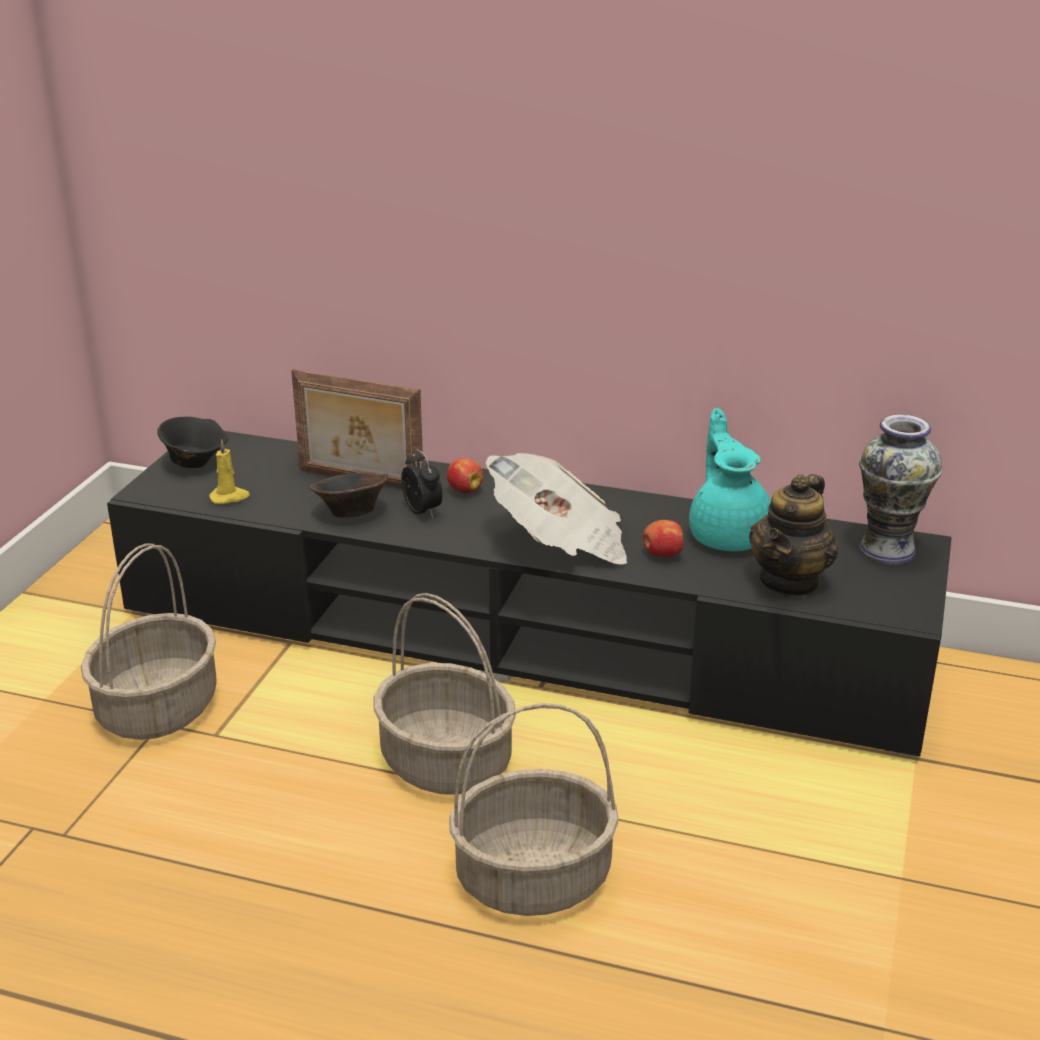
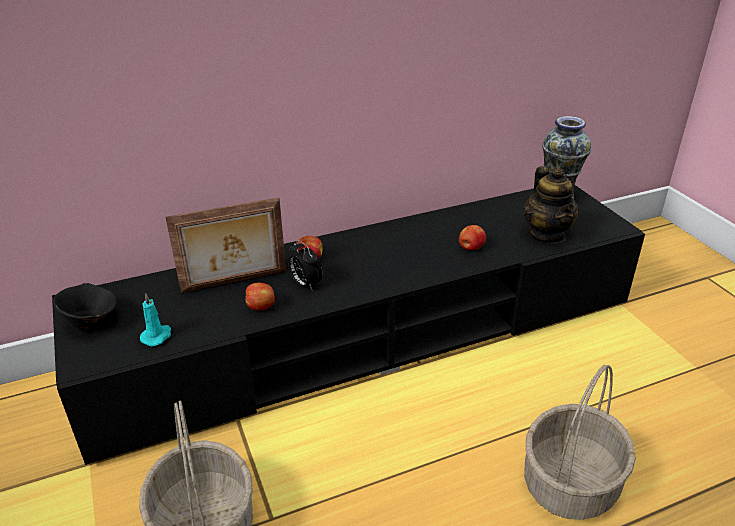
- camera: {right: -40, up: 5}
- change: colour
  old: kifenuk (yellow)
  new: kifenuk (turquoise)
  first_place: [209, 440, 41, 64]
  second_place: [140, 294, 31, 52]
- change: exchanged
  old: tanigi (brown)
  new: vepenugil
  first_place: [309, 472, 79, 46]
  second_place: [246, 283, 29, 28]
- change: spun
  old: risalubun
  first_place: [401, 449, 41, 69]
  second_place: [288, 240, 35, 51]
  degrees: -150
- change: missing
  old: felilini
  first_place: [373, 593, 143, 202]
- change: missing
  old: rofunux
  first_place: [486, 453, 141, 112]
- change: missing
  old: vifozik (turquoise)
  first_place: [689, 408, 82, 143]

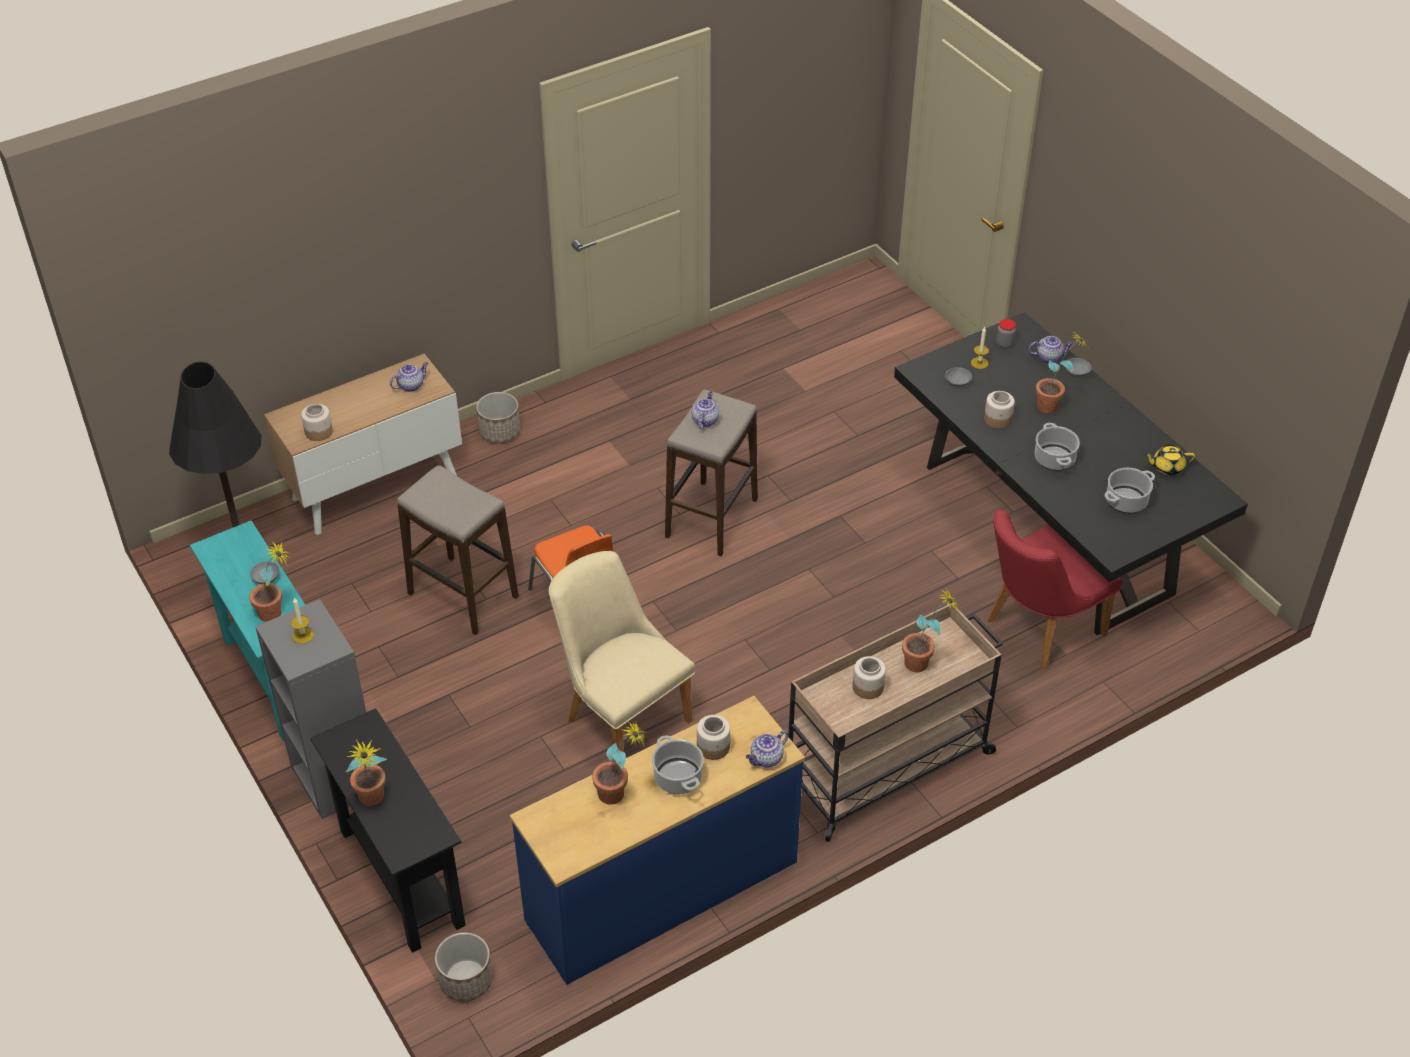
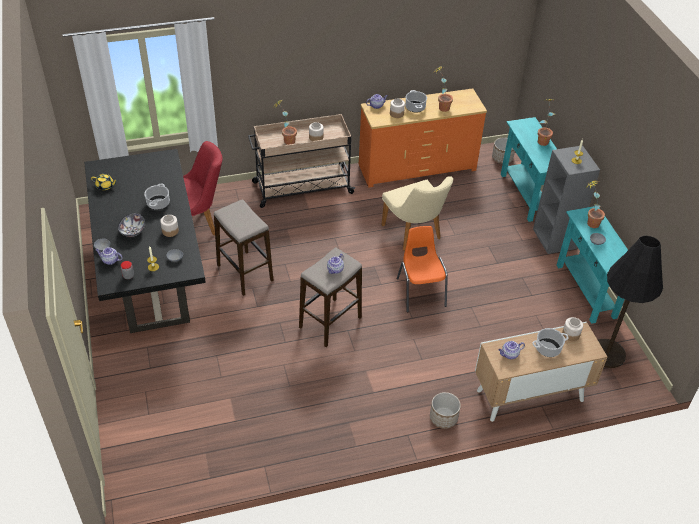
- camera: {right: -165, up: 0}
- change: exchanged
  old: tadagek
  new: tanigi
  first_place: [1036, 331, 52, 82]
  second_place: [118, 213, 27, 24]
- change: relocated
  old: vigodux
  first_place: [397, 465, 122, 170]
  second_place: [214, 199, 60, 97]
- change: colour
  old: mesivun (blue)
  new: mesivun (orange)
  first_place: [510, 696, 295, 289]
  second_place: [359, 88, 128, 100]
- change: colour
  old: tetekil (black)
  new: tetekil (turquoise)
  first_place: [310, 708, 156, 245]
  second_place: [501, 117, 56, 105]
- change: relocated
  old: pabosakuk
  first_place: [1105, 468, 50, 45]
  second_place: [532, 328, 37, 29]

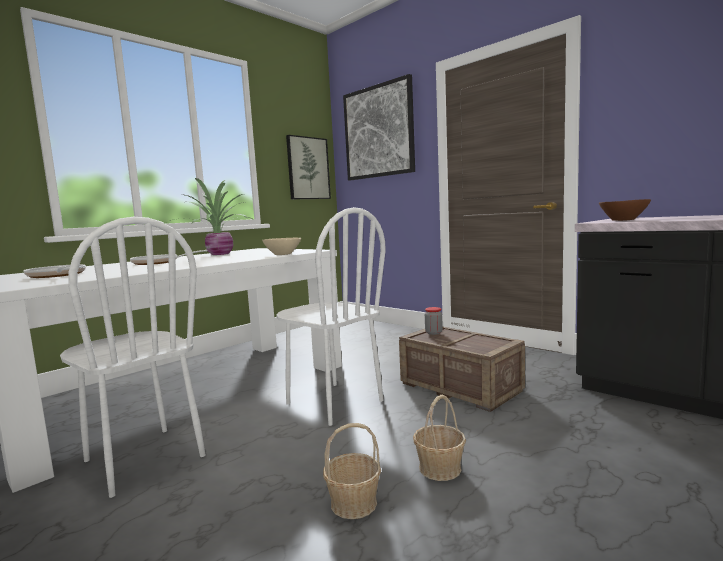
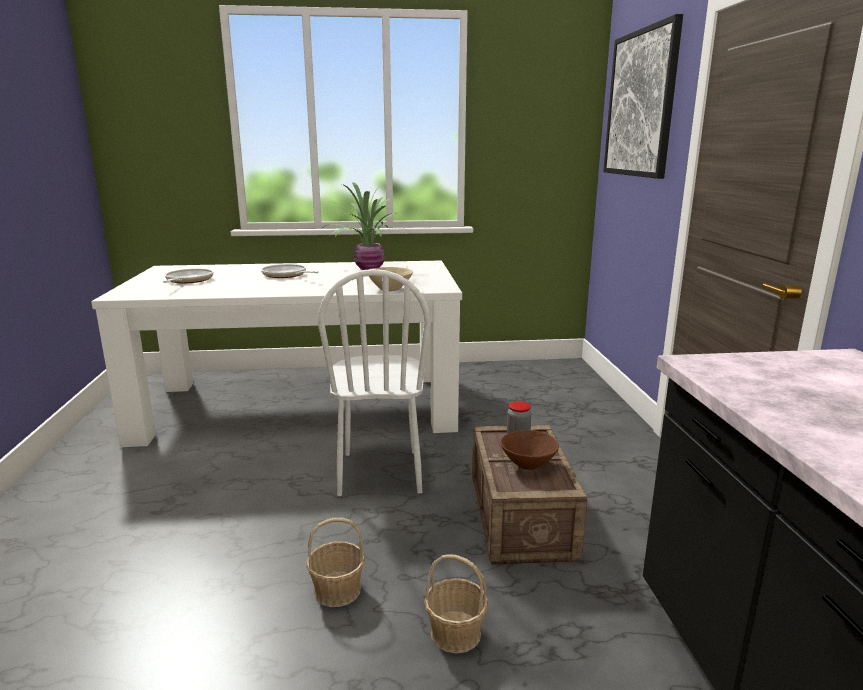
- camera: {right: 40, up: 10}
- change: relocated
  old: felilini
  first_place: [323, 423, 58, 96]
  second_place: [424, 554, 64, 100]
- change: relocated
  old: tanigi (brown)
  first_place: [599, 199, 52, 22]
  second_place: [500, 430, 59, 40]
- change: missing
  old: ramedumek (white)
  first_place: [60, 217, 146, 281]
- change: missing
  old: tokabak
  first_place: [286, 135, 45, 64]

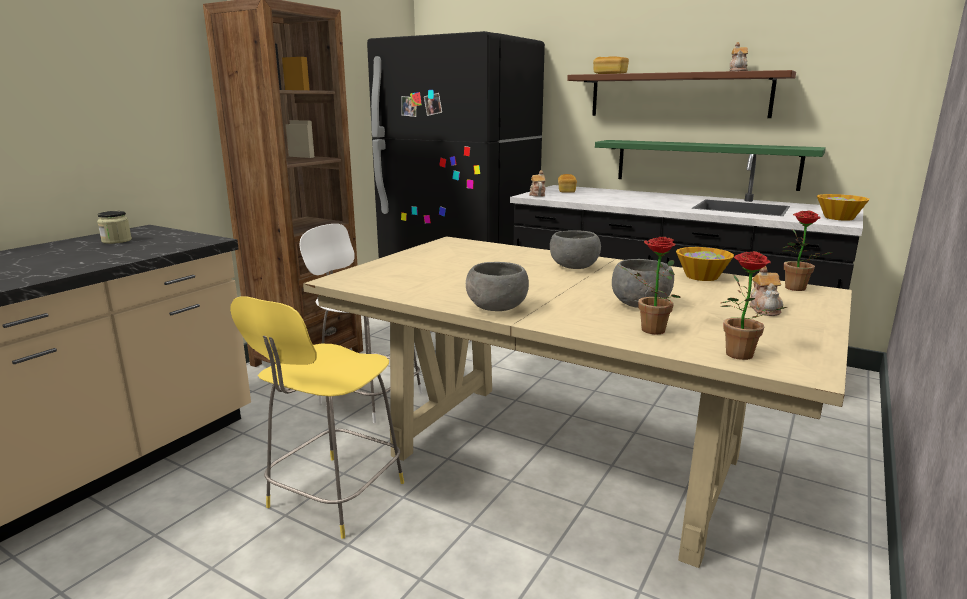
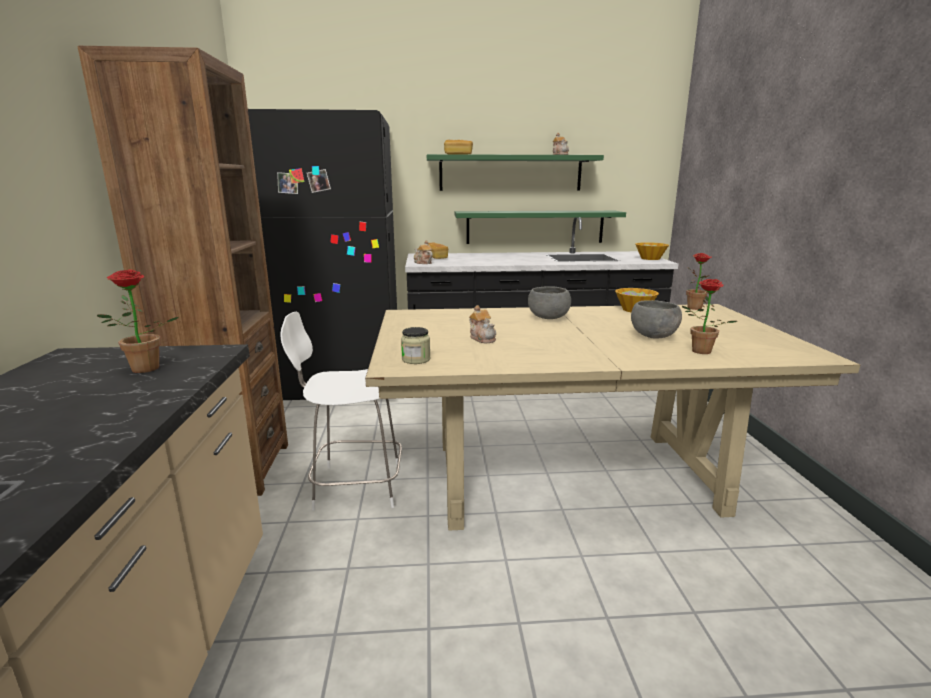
- camera: {right: -35, up: 0}
- change: relocated
  old: tadagek
  first_place: [720, 251, 67, 109]
  second_place: [97, 269, 82, 104]
- change: relocated
  old: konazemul
  first_place: [97, 211, 35, 33]
  second_place: [401, 327, 30, 37]
- change: colour
  old: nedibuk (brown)
  new: nedibuk (green)
  first_place: [567, 70, 229, 48]
  second_place: [427, 154, 177, 37]
- change: relocated
  old: vifozik
  first_place: [749, 266, 34, 50]
  second_place: [469, 305, 27, 38]
- change: missing
  old: vigodux (yellow)
  first_place: [230, 296, 174, 243]
- change: missing
  old: tanigi (grey)
  first_place: [466, 262, 63, 49]

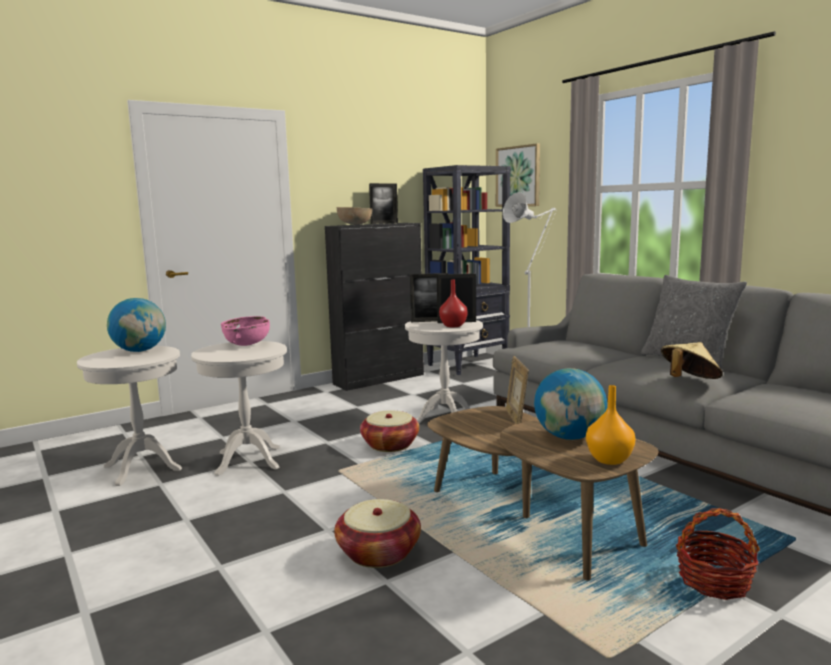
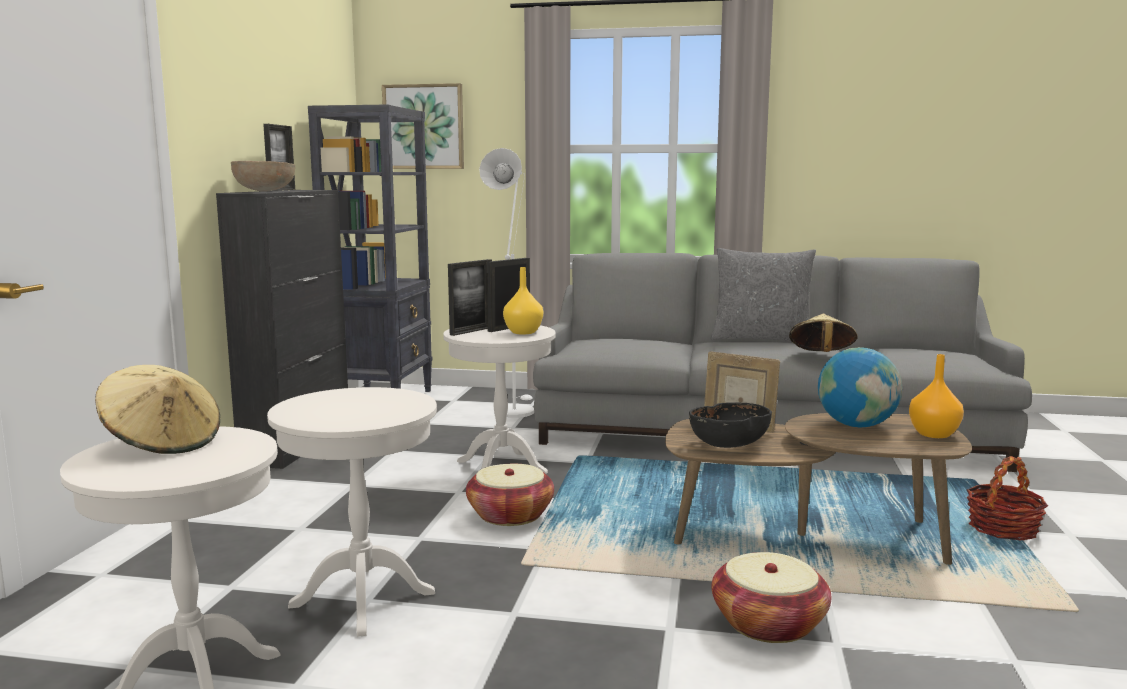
- camera: {right: -45, up: 0}
- change: exchanged
  old: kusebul
  new: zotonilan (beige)
  first_place: [107, 298, 59, 54]
  second_place: [95, 365, 125, 89]
- change: colour
  old: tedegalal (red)
  new: tedegalal (yellow)
  first_place: [439, 280, 29, 47]
  second_place: [503, 267, 40, 68]
- change: appeared
  new: tanigi (black)
  second_place: [689, 403, 83, 45]
- change: missing
  old: tanigi (pink)
  first_place: [221, 316, 49, 30]

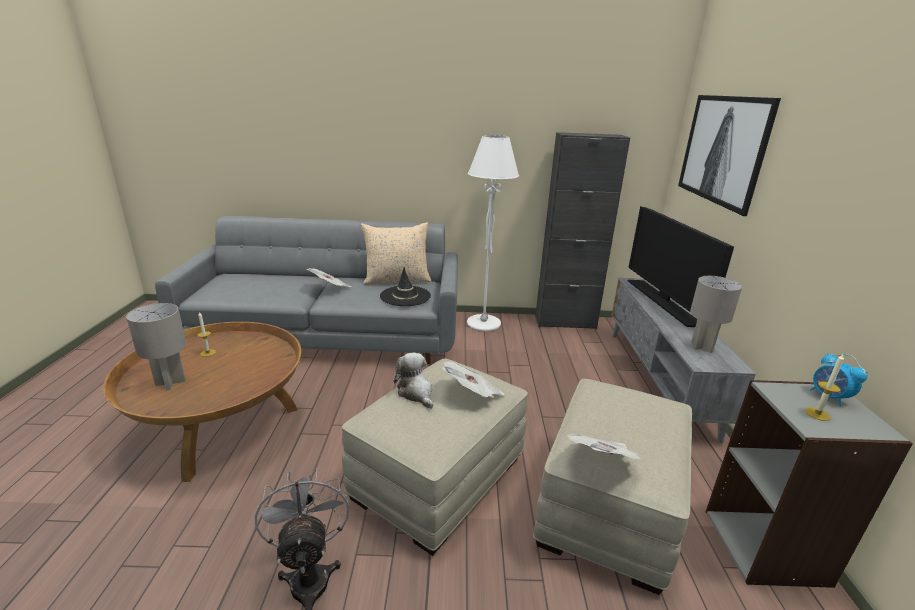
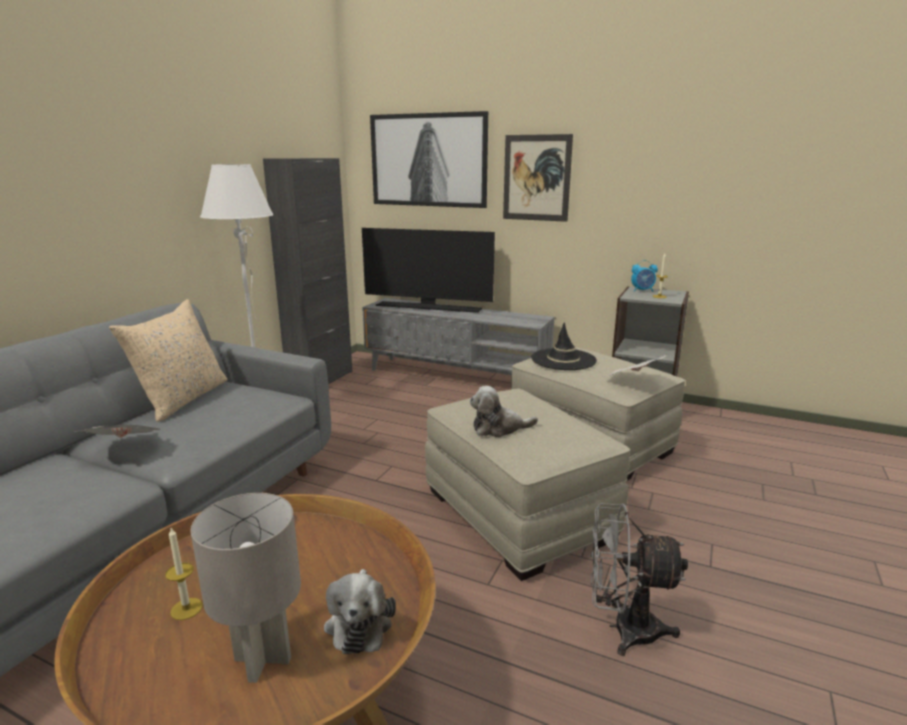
- camera: {right: -65, up: -5}
- change: appeared
  new: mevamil
  second_place: [324, 569, 72, 85]
- change: appeared
  new: tokabak
  second_place: [503, 134, 70, 88]
- change: relocated
  old: zotonilan (black)
  first_place: [380, 267, 51, 39]
  second_place: [531, 322, 66, 48]
- change: missing
  old: rofunux
  first_place: [441, 361, 64, 37]
- change: missing
  old: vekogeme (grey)
  first_place: [690, 276, 52, 77]

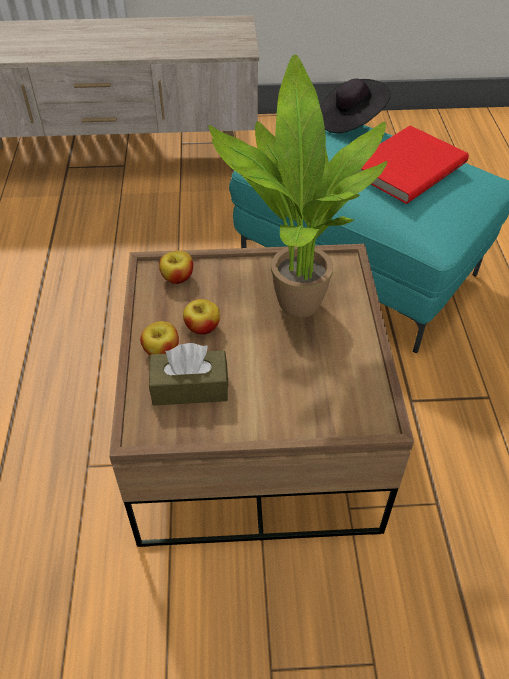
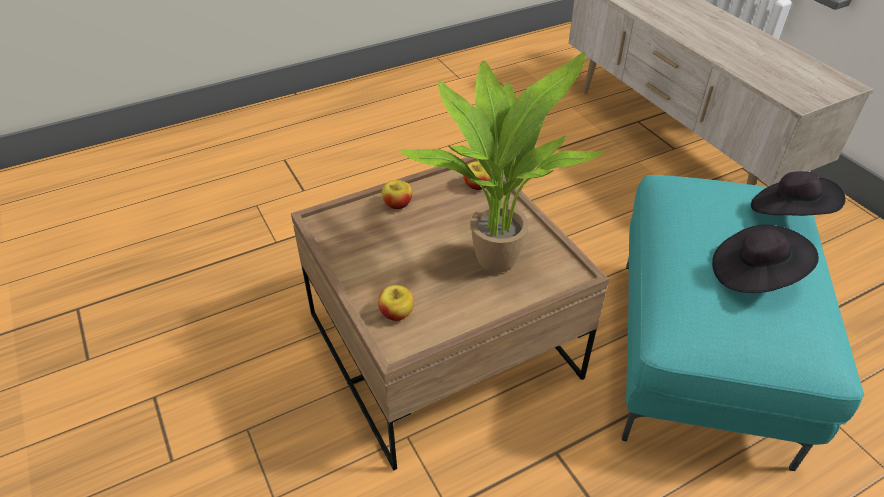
- camera: {right: 65, up: -5}
- change: relocated
  old: vepenugil
  first_place: [183, 299, 37, 36]
  second_place: [378, 285, 36, 36]
- change: exchanged
  old: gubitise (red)
  new: zotonilan (black)
  first_place: [359, 125, 110, 79]
  second_place: [712, 224, 107, 69]
- change: missing
  old: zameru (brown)
  first_place: [149, 343, 79, 63]

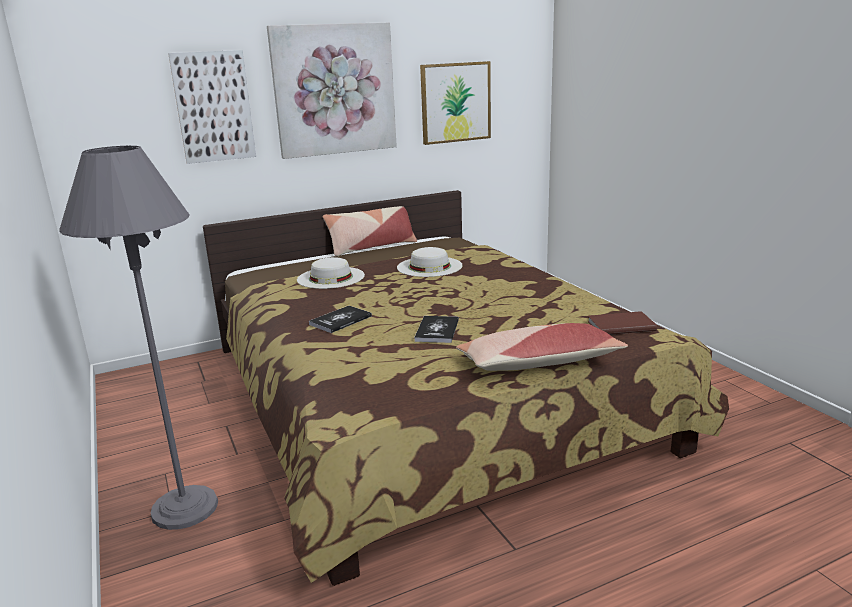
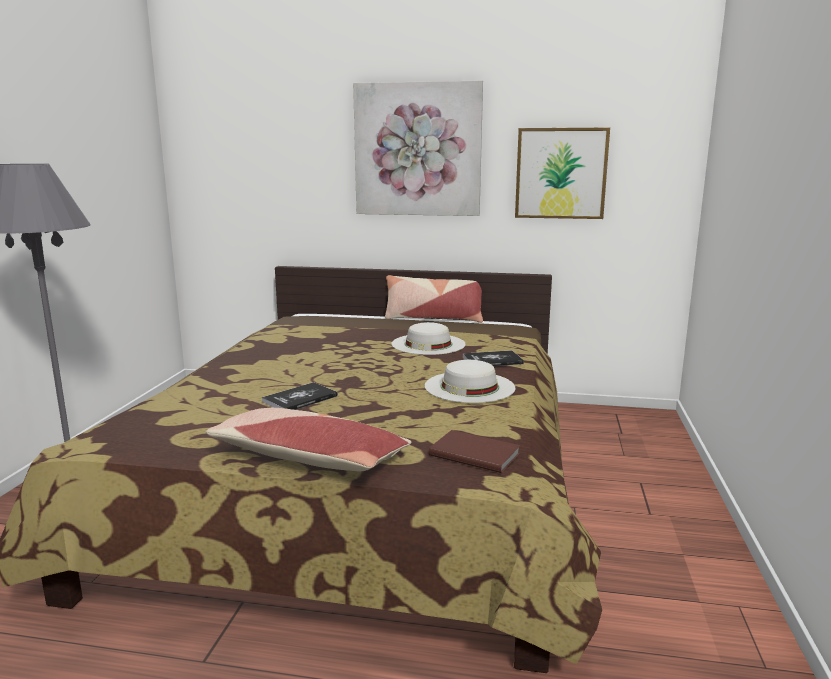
- camera: {right: 35, up: -5}
- change: relocated
  old: zotonilan (white)
  first_place: [297, 257, 68, 32]
  second_place: [425, 360, 90, 43]
- change: relocated
  old: gubitise
  first_place: [309, 306, 63, 27]
  second_place: [463, 350, 61, 16]
- change: missing
  old: tokabak
  first_place: [168, 50, 88, 114]

